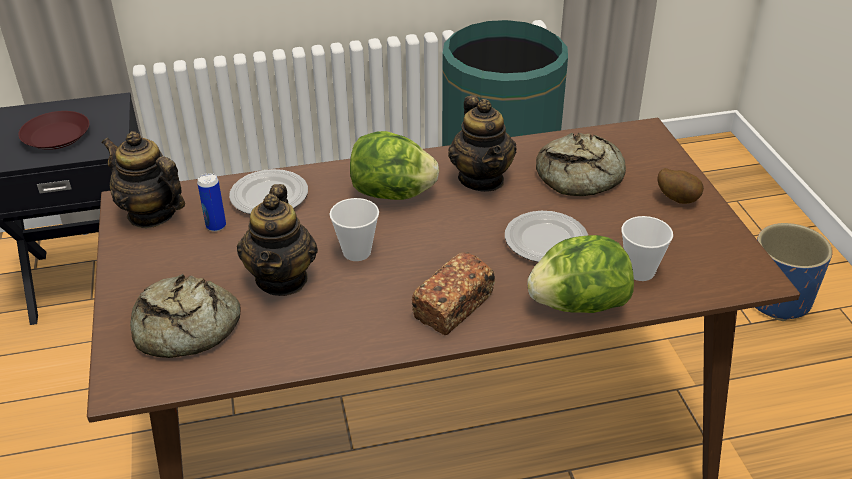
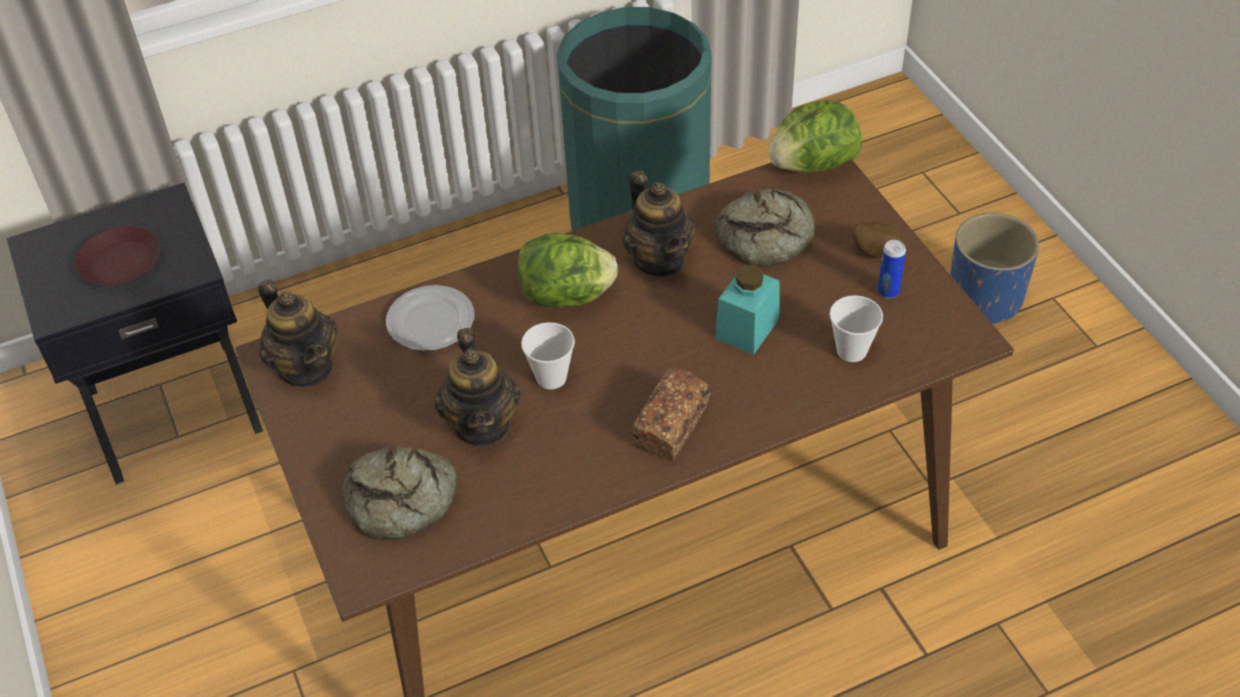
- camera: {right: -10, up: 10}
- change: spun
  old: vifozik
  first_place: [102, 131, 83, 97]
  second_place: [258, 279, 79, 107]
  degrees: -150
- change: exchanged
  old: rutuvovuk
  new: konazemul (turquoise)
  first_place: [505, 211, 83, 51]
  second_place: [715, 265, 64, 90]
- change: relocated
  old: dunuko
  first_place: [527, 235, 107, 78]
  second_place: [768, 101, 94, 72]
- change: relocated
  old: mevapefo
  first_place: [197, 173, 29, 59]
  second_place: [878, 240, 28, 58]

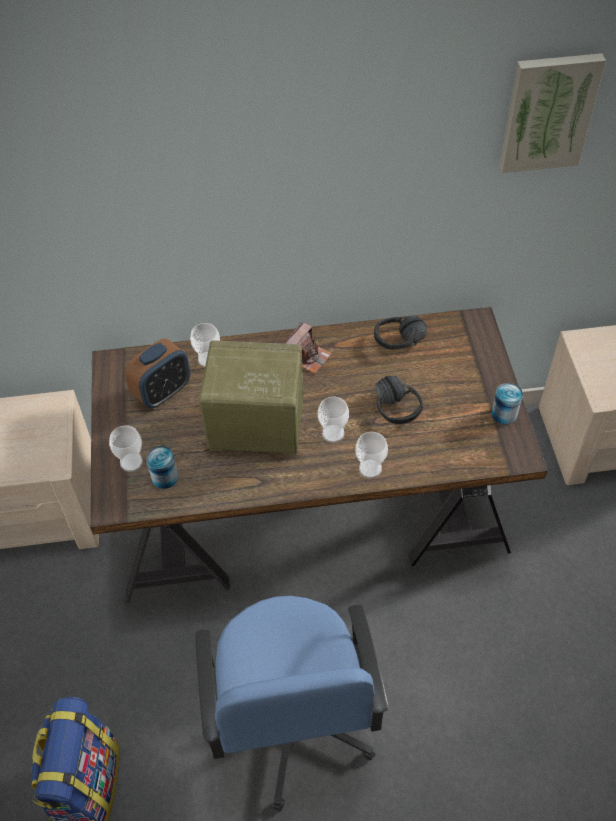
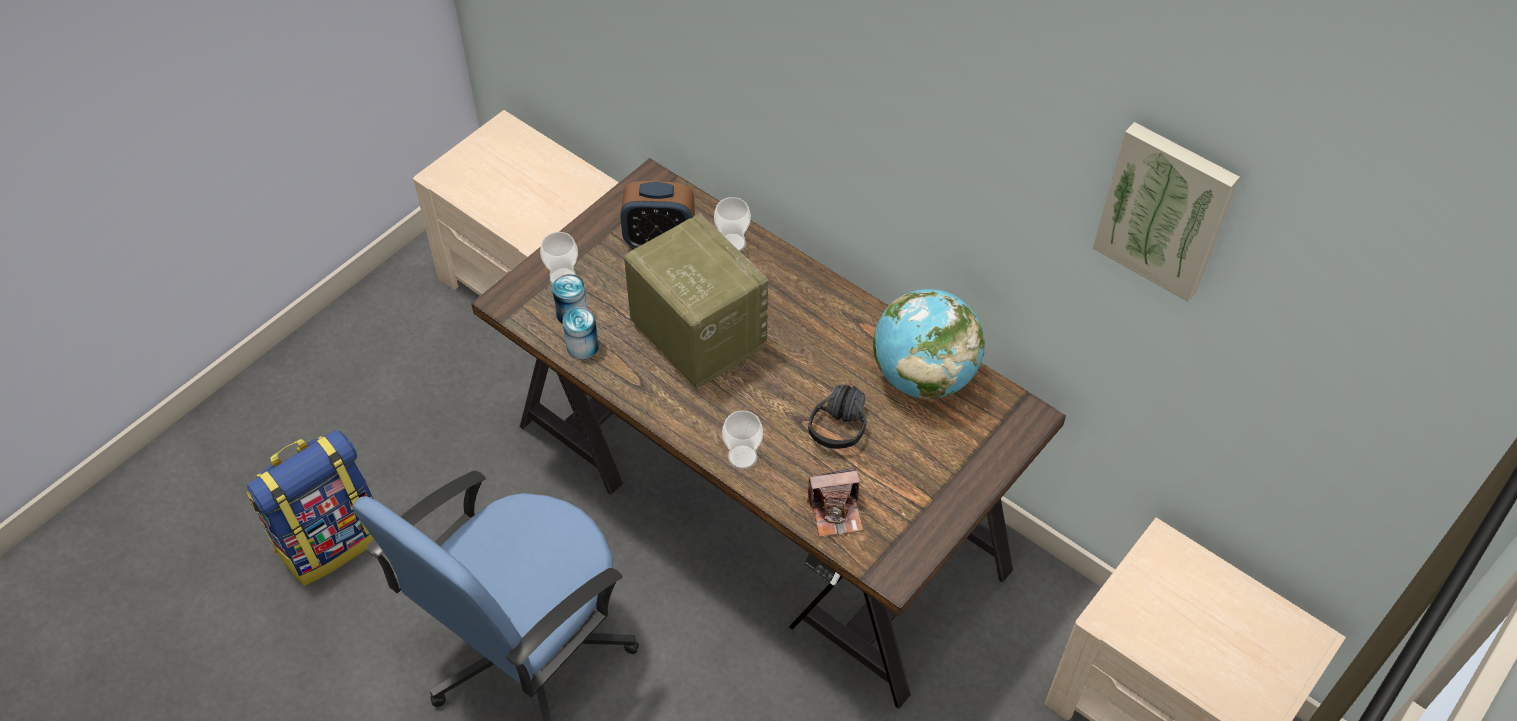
- camera: {right: 45, up: 0}
- change: relocated
  old: mevapefo
  first_place: [491, 383, 32, 42]
  second_place: [562, 307, 37, 52]
- change: relocated
  old: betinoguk
  first_place: [285, 322, 47, 52]
  second_place: [807, 467, 56, 70]
- change: exchanged
  old: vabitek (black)
  new: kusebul
  first_place: [374, 316, 53, 34]
  second_place: [873, 289, 112, 110]
- change: missing
  old: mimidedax
  first_place: [318, 397, 31, 46]

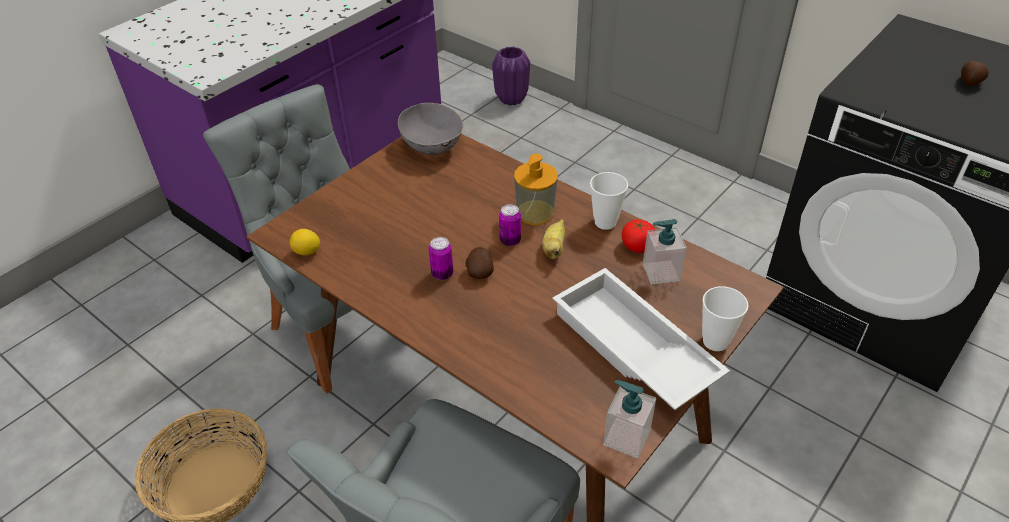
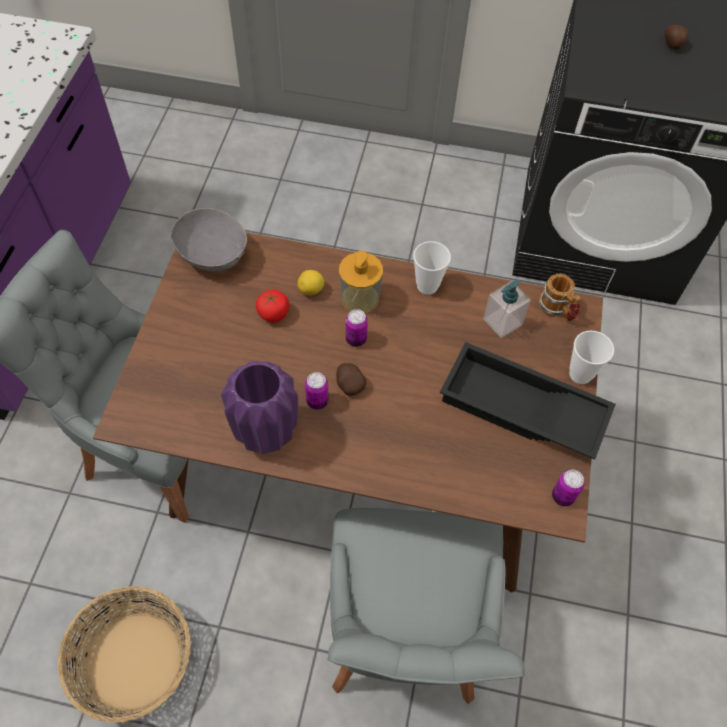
- camera: {right: -30, up: 15}
- change: relocated
  old: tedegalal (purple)
  first_place: [492, 47, 38, 58]
  second_place: [221, 361, 77, 93]
- change: relocated
  old: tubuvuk
  first_place: [622, 220, 33, 33]
  second_place: [256, 289, 34, 33]
- change: relocated
  old: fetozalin
  first_place: [290, 229, 30, 26]
  second_place: [297, 270, 27, 25]
- change: colour
  old: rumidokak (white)
  new: rumidokak (black)
  first_place: [552, 268, 178, 142]
  second_place: [440, 342, 176, 118]
- change: appeared
  new: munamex
  second_place: [539, 274, 42, 47]
- change: exchanged
  old: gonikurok
  new: mevapefo
  first_place: [603, 380, 53, 79]
  second_place: [552, 470, 33, 36]
- change: missing
  old: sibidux
  first_place: [542, 219, 23, 40]

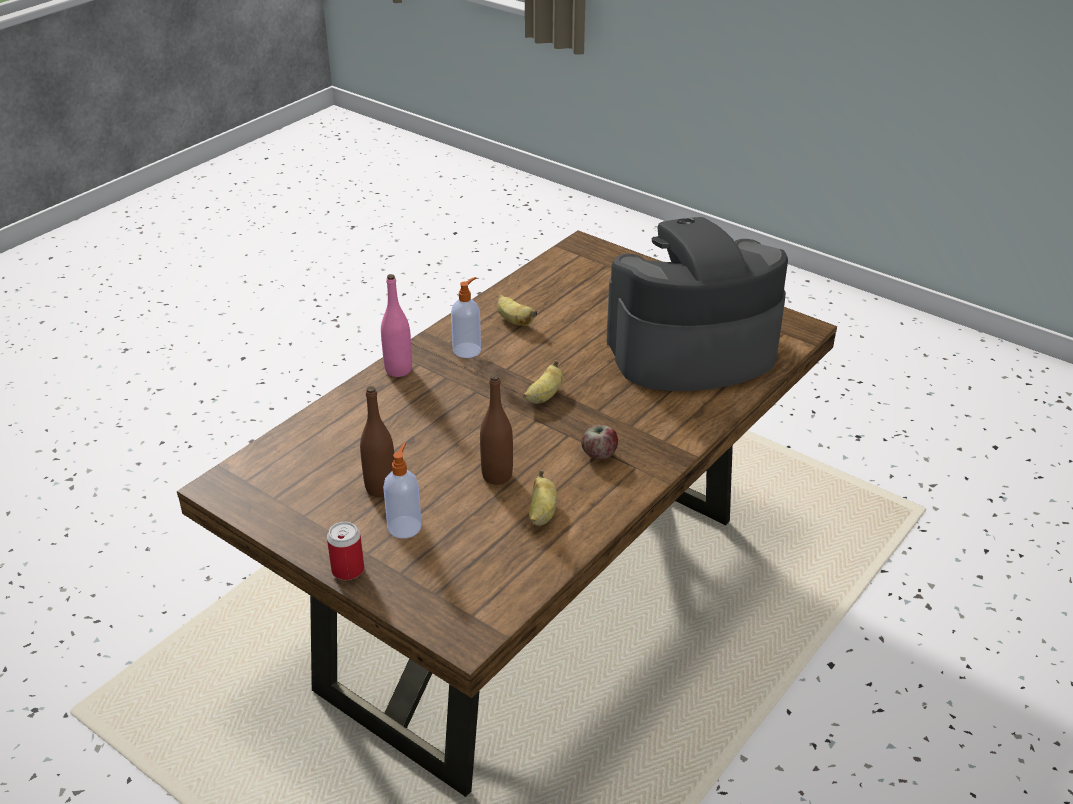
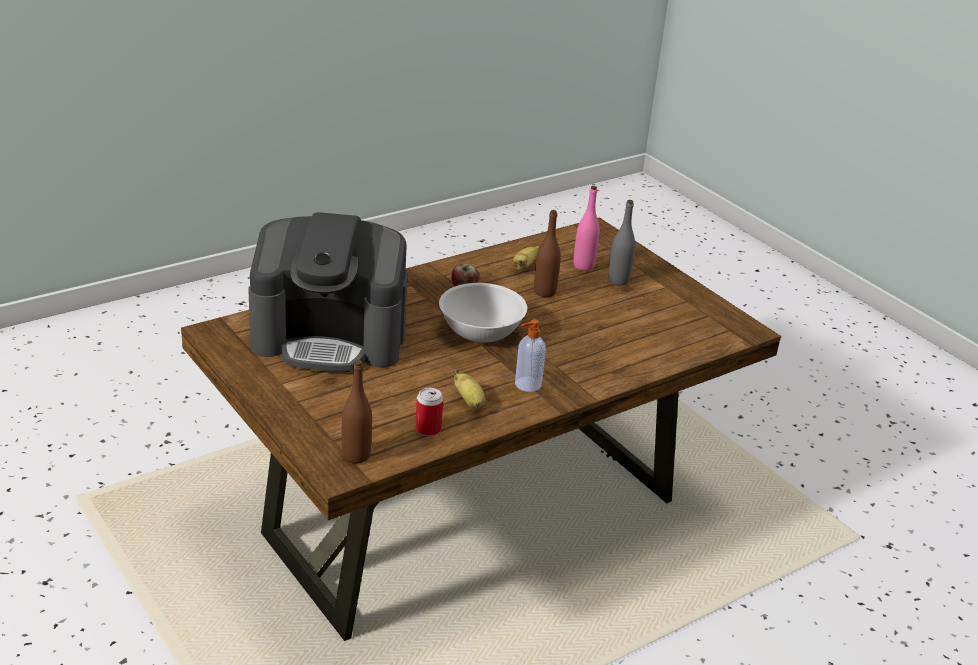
- camera: {right: -165, up: -5}
- change: relocated
  old: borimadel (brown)
  first_place: [360, 386, 34, 111]
  second_place: [342, 360, 30, 104]
- change: relocated
  old: mevapefo
  first_place: [327, 522, 37, 58]
  second_place: [415, 388, 29, 48]
- change: exchanged
  old: sibidux
  new: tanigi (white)
  first_place: [523, 360, 40, 43]
  second_place: [439, 283, 88, 59]
- change: relocated
  old: borimadel (pink)
  first_place: [381, 274, 31, 103]
  second_place: [574, 186, 26, 85]
- change: exchanged
  old: gonikurok
  new: borimadel (grey)
  first_place: [383, 442, 39, 97]
  second_place: [608, 200, 27, 86]

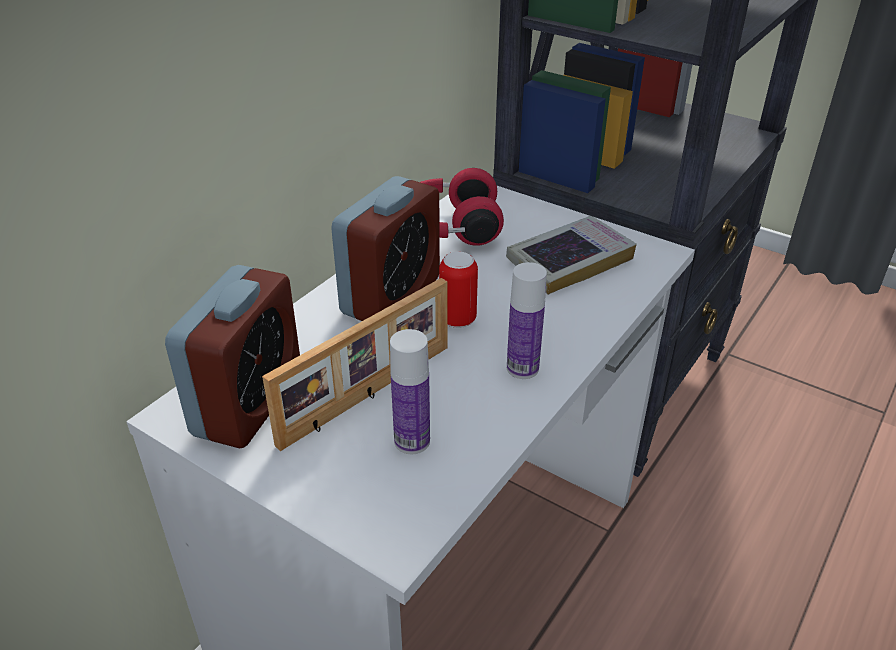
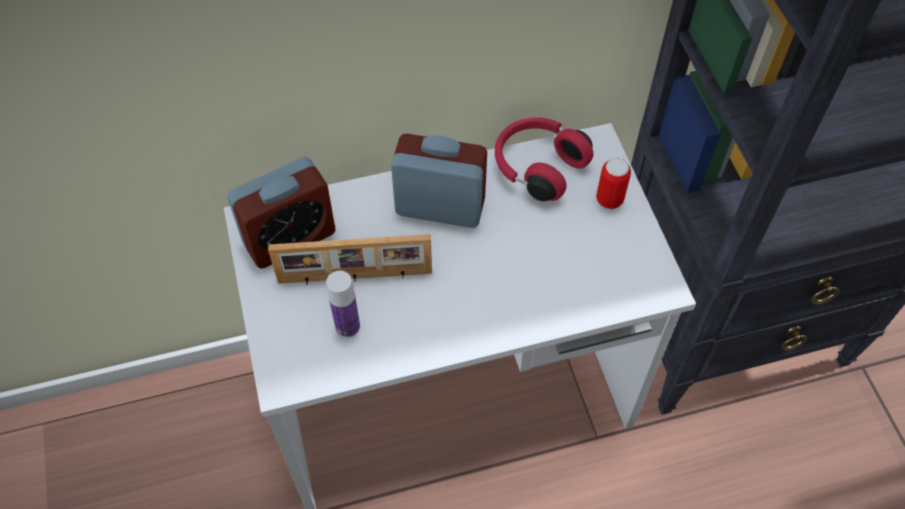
- camera: {right: 40, up: 20}
- change: spun
  old: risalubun
  first_place: [331, 176, 109, 145]
  second_place: [391, 134, 96, 94]
  degrees: -150
- change: relocated
  old: mevapefo
  first_place: [439, 252, 39, 76]
  second_place: [596, 158, 35, 51]
- change: missing
  old: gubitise
  first_place: [506, 216, 131, 79]
- change: missing
  old: borimadel
  first_place: [507, 262, 40, 117]

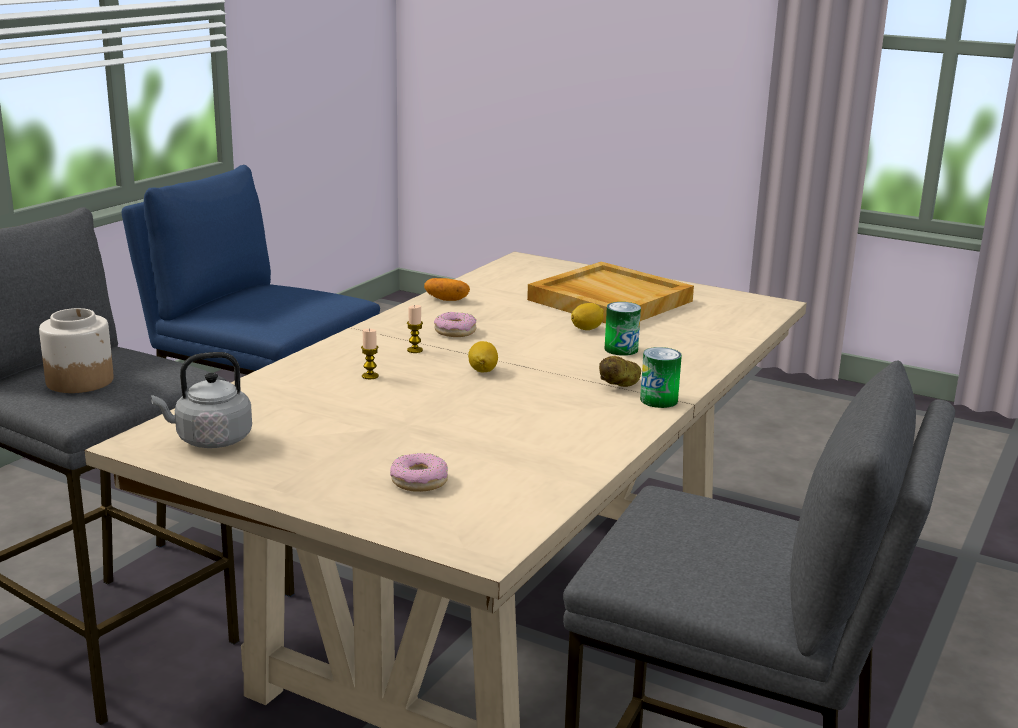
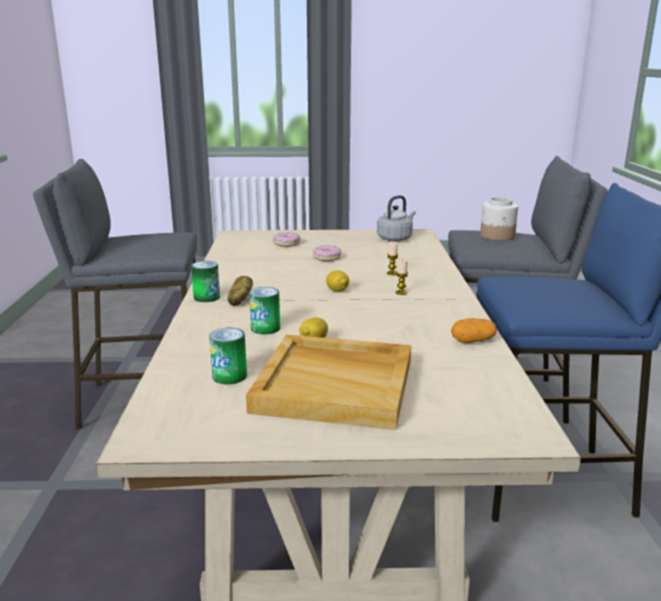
- camera: {right: 150, up: 0}
- change: appeared
  new: mevapefo
  second_place: [209, 328, 38, 56]
- change: relocated
  old: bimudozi
  first_place: [434, 312, 42, 25]
  second_place: [313, 245, 28, 16]

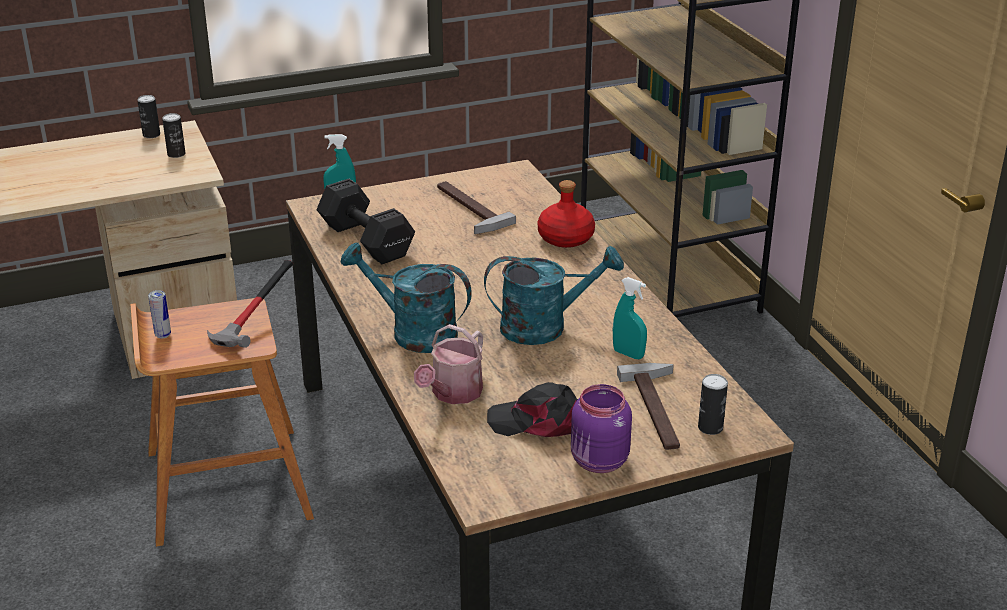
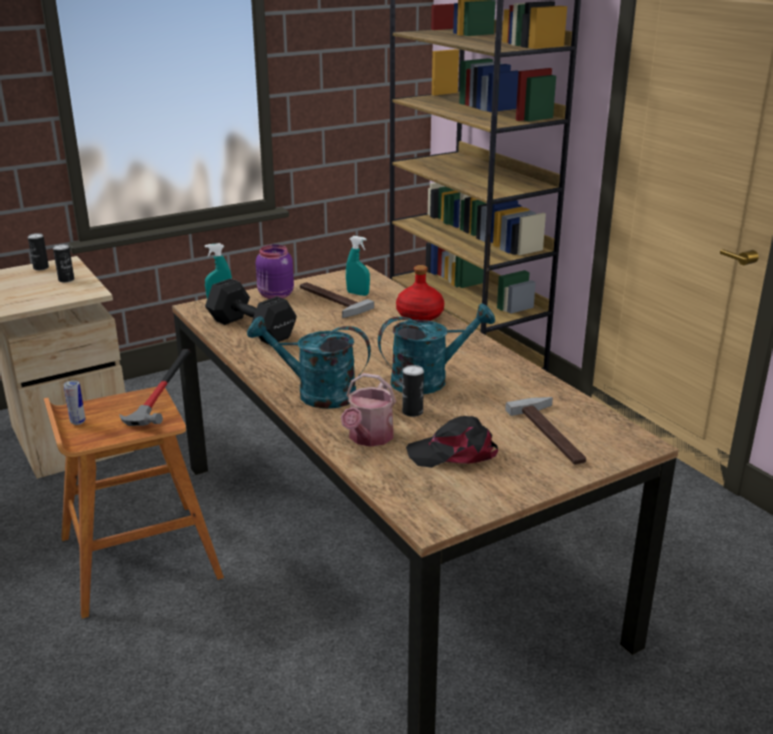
- camera: {right: -10, up: -5}
- change: relocated
  old: konazemul (purple)
  first_place: [571, 384, 61, 89]
  second_place: [256, 244, 38, 55]
- change: relocated
  old: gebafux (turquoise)
  first_place: [613, 277, 34, 82]
  second_place: [346, 236, 24, 60]
- change: relocated
  old: mevapefo
  first_place: [698, 374, 30, 61]
  second_place: [402, 365, 22, 52]

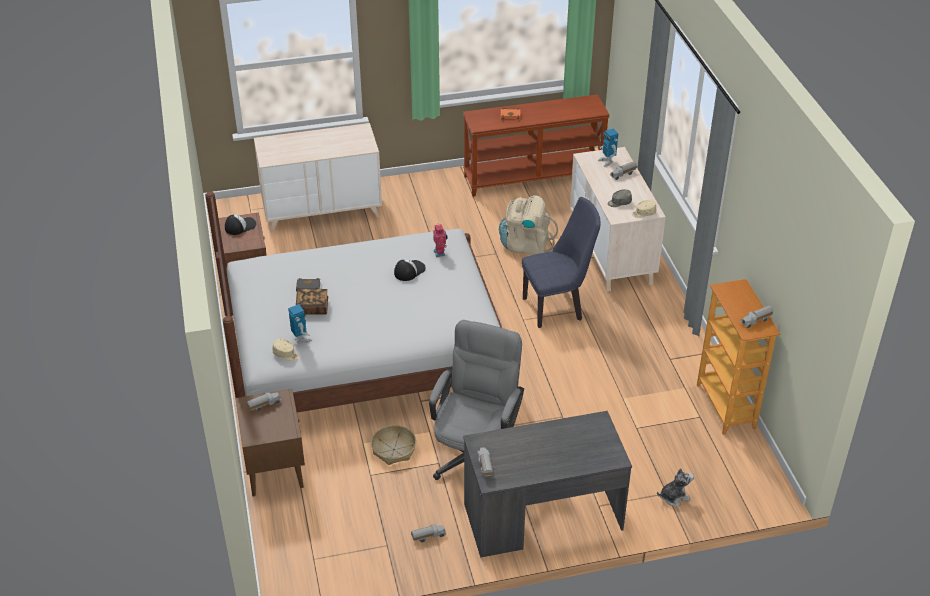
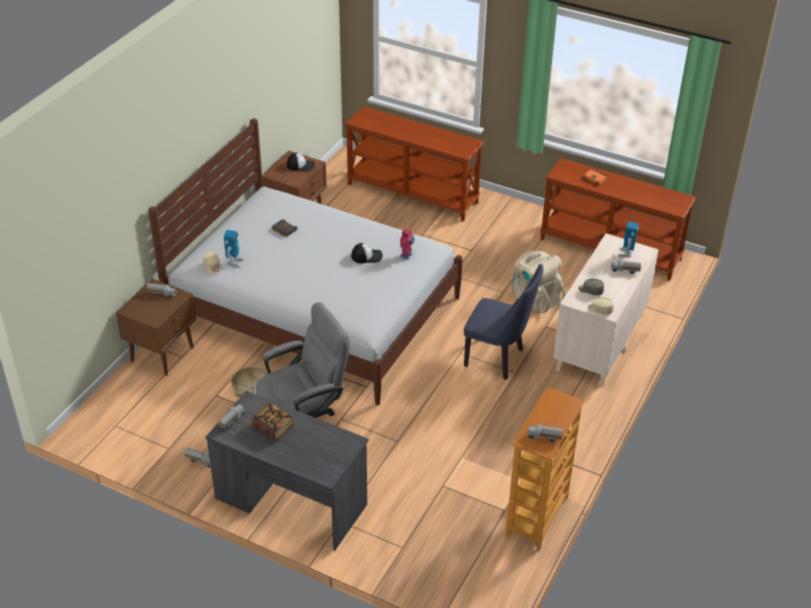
- camera: {right: 40, up: 0}
- change: relocated
  old: gubitise
  first_place: [296, 289, 32, 26]
  second_place: [252, 403, 42, 38]
- change: exchanged
  old: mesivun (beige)
  new: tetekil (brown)
  first_place: [254, 123, 128, 110]
  second_place: [345, 106, 138, 115]
- change: missing
  old: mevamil
  first_place: [657, 468, 37, 38]

